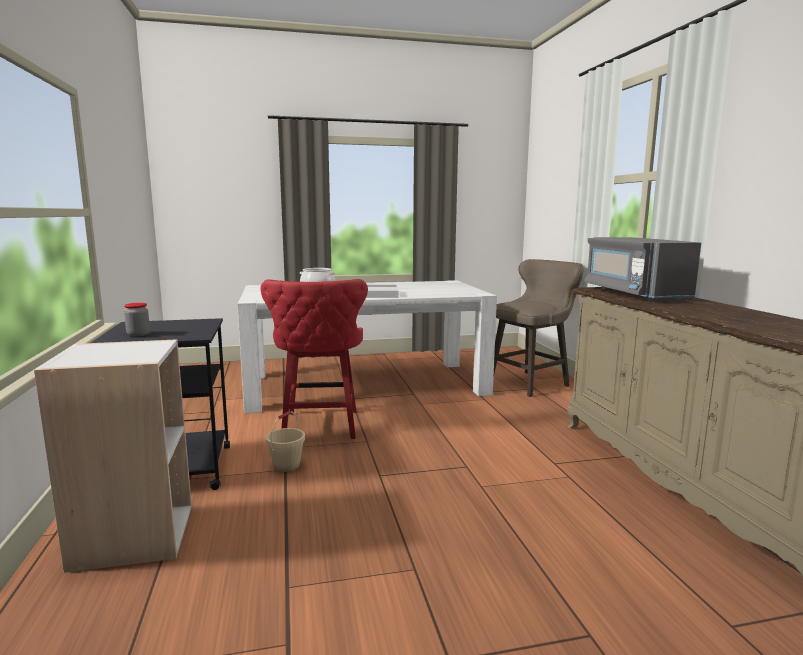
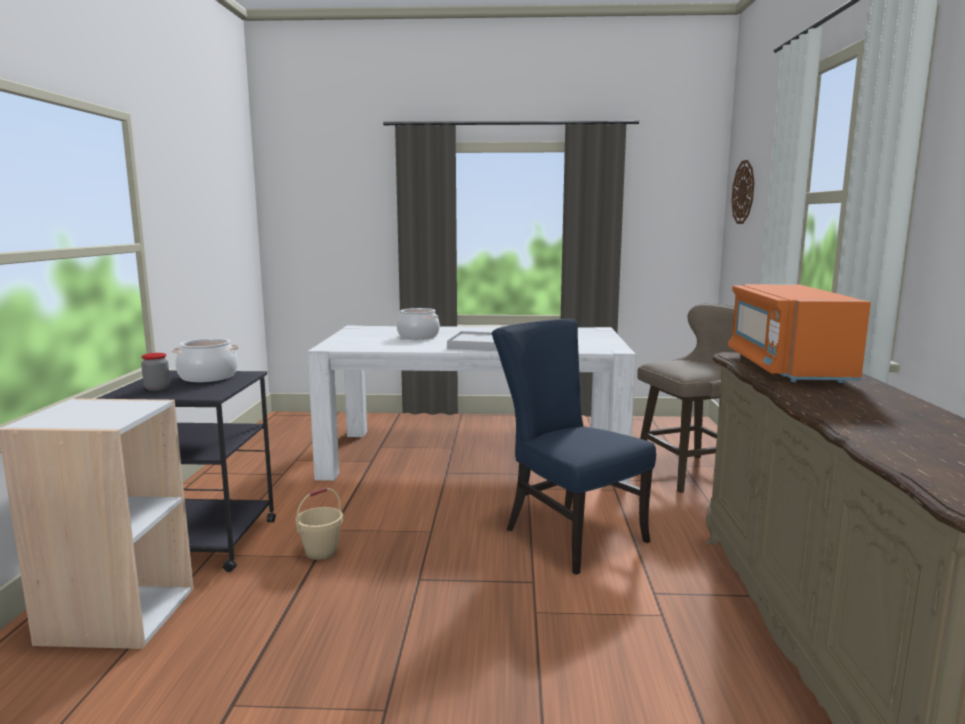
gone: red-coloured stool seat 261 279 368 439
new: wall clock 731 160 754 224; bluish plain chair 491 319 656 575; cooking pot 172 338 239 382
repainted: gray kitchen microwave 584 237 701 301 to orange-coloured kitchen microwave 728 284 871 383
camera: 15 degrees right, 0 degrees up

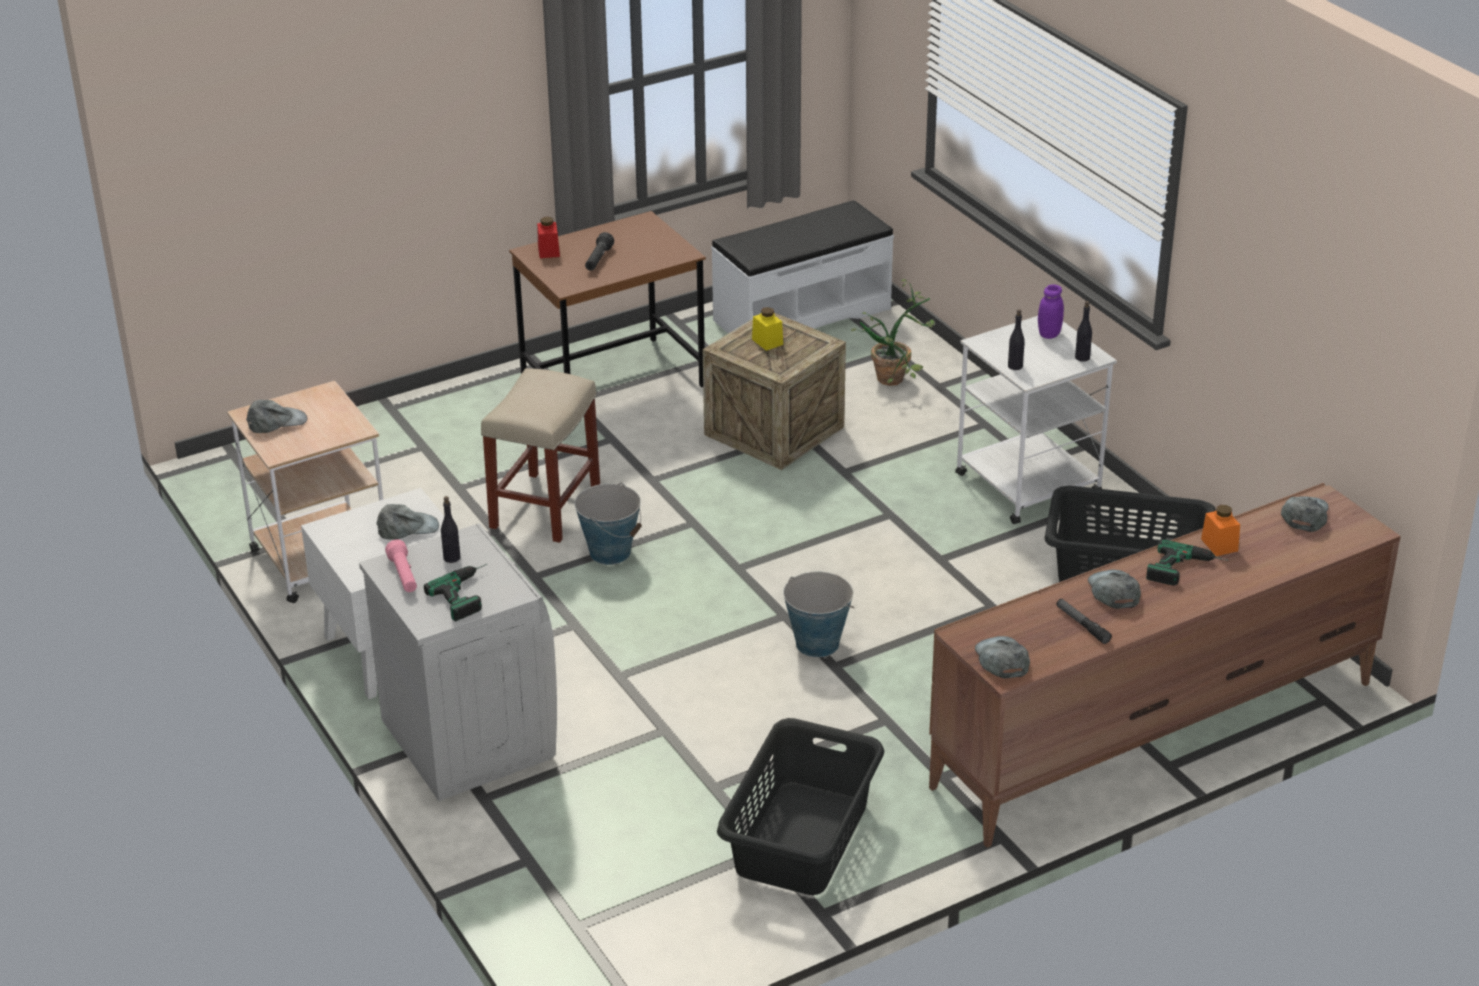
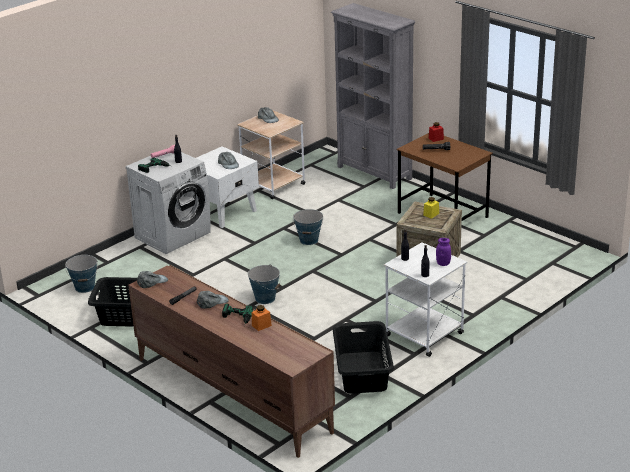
gone: white indoor bench 711 200 894 333; plant in a pot 851 279 935 386; beige-coloured stool seat 481 368 600 543; gray baseball cap 1281 496 1328 532
new: gray bookshelf 331 3 415 189; bucket 65 255 98 293
camera: 75 degrees right, 5 degrees down

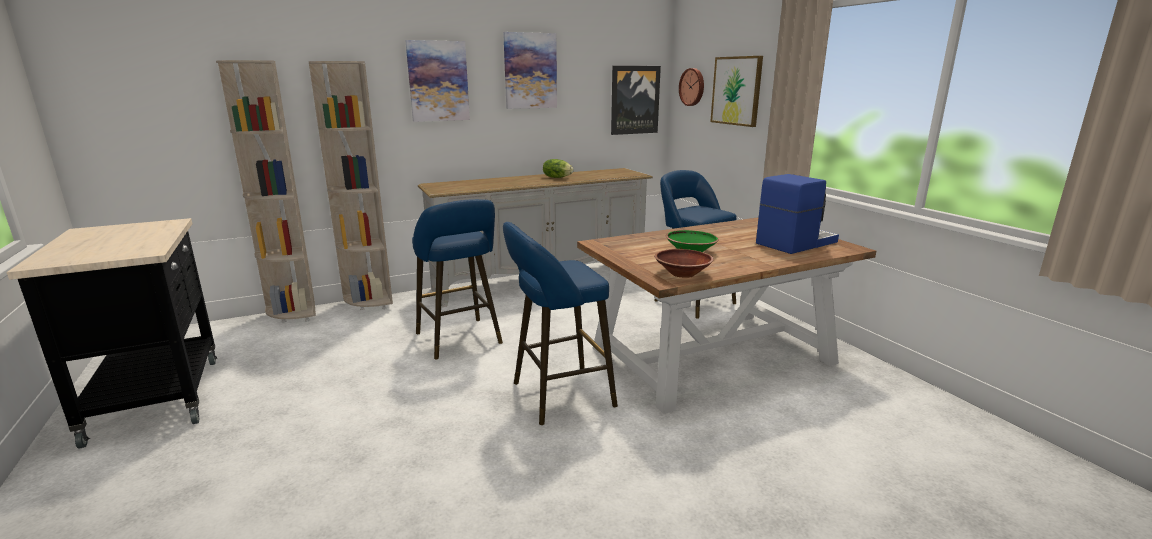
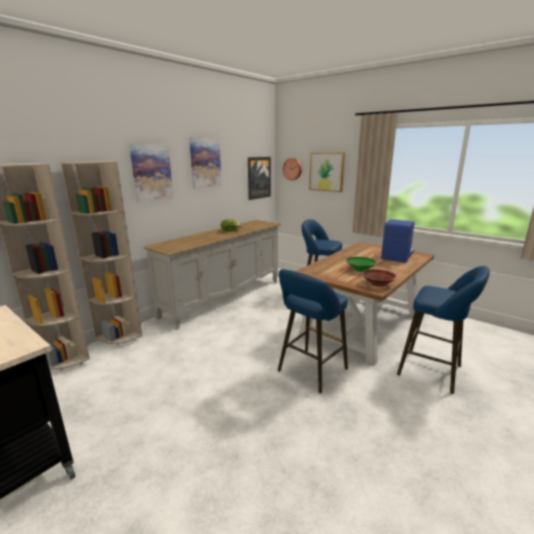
shifted: bluish stool seat 412 199 503 360 to 397 266 490 394
camera: 25 degrees left, 0 degrees up

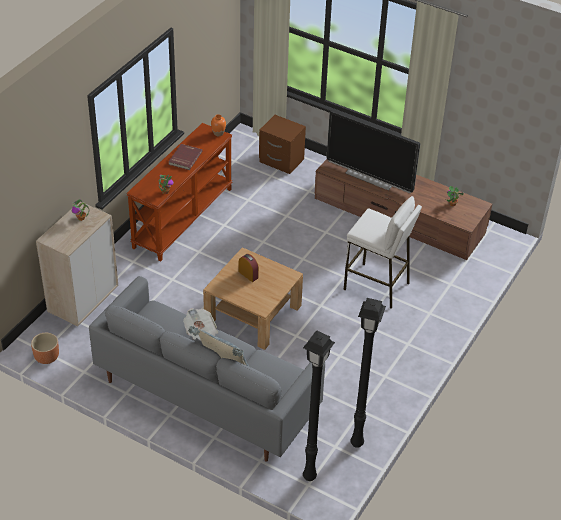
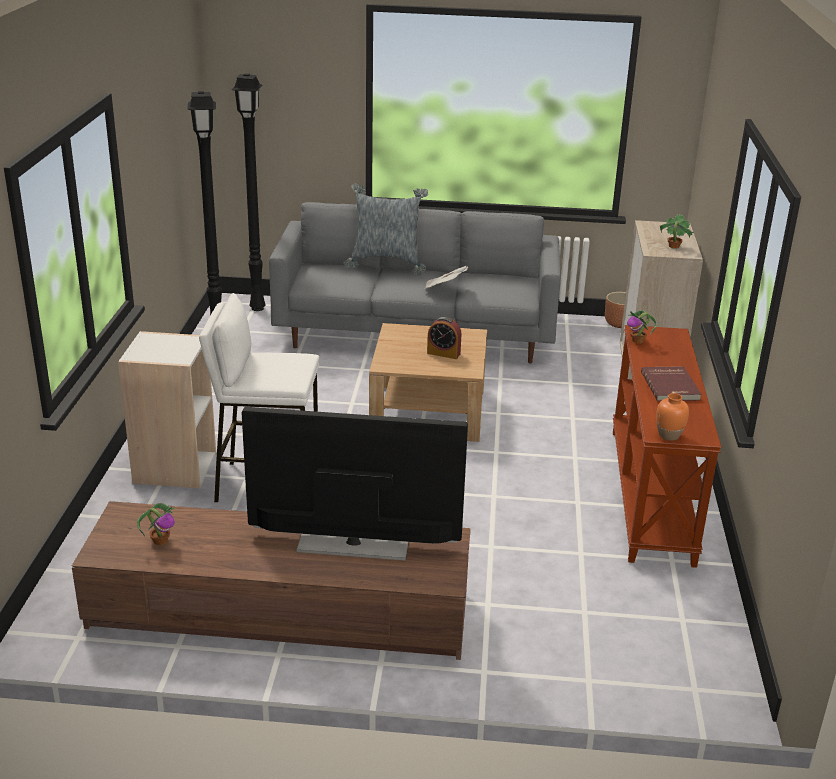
gone: brownish nightstand 259 115 306 174
new: bookshelf 118 331 216 489
camera: 155 degrees right, 15 degrees down

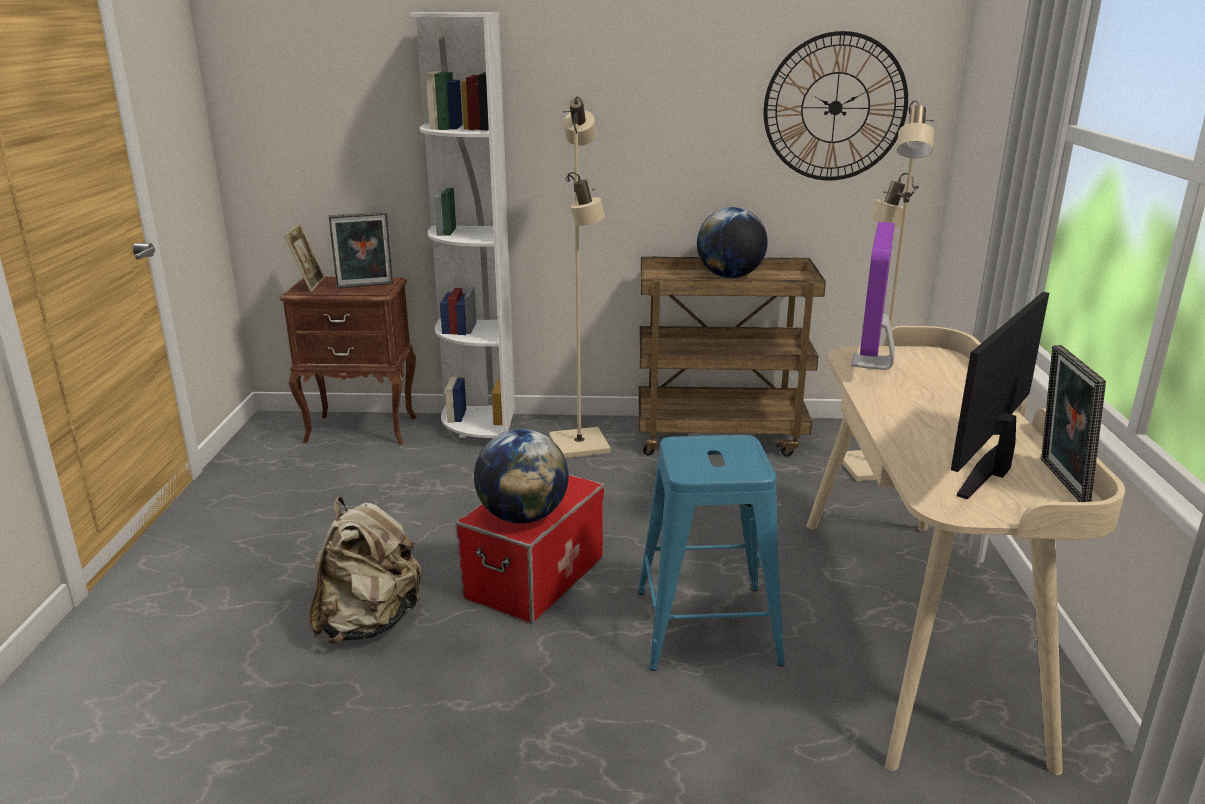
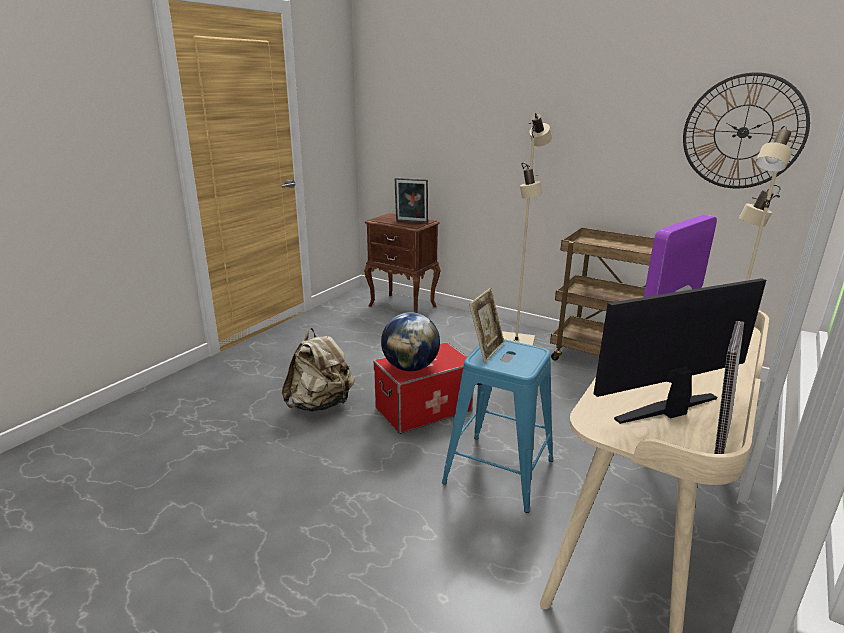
gone: white bookshelf 410 13 515 439; world globe 697 207 768 278
shifted: picture frame 284 224 325 292 to 469 288 505 362
camera: 30 degrees right, 0 degrees up

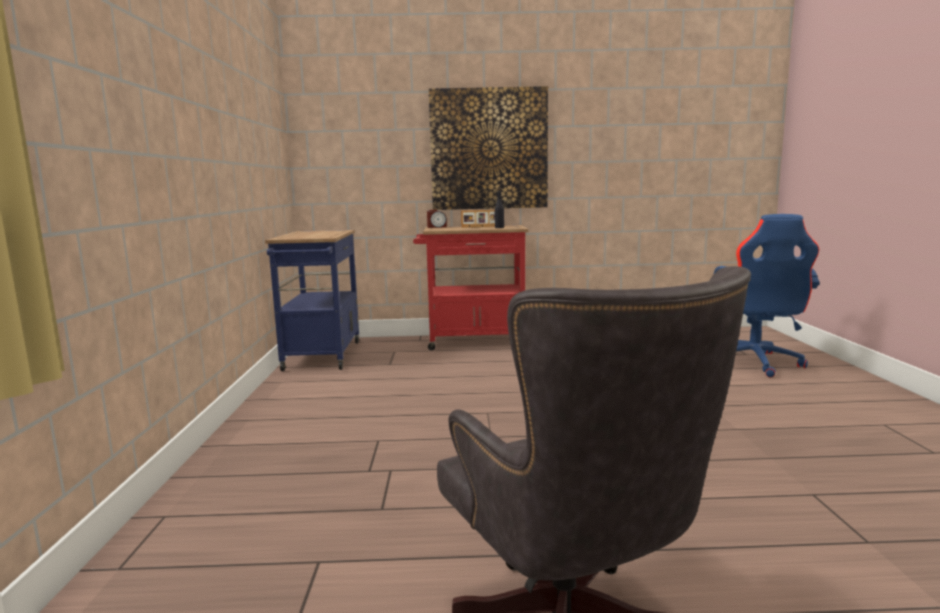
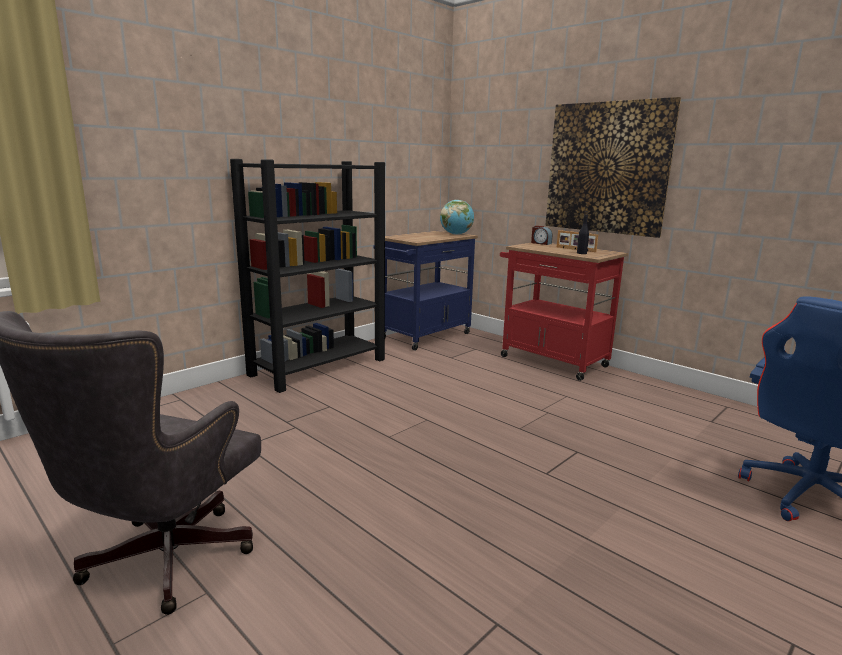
new: black bookshelf 230 159 385 393; world globe 440 200 474 235
camera: 45 degrees right, 5 degrees up

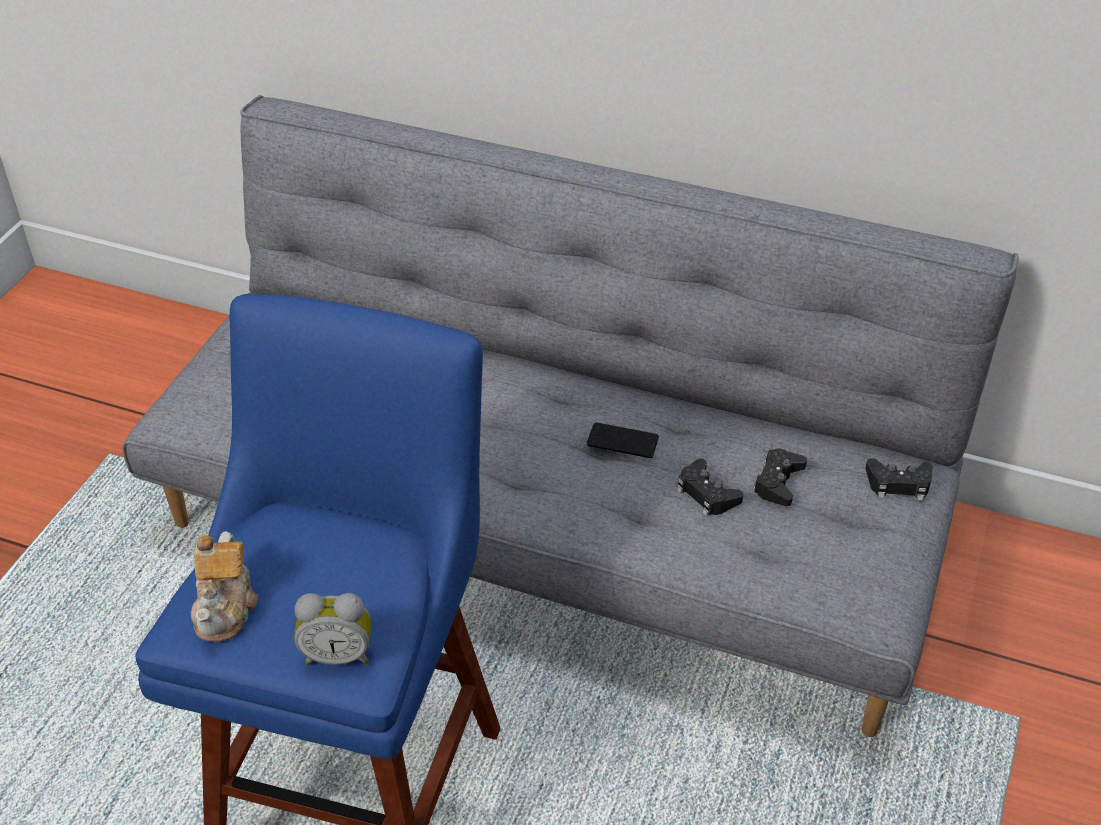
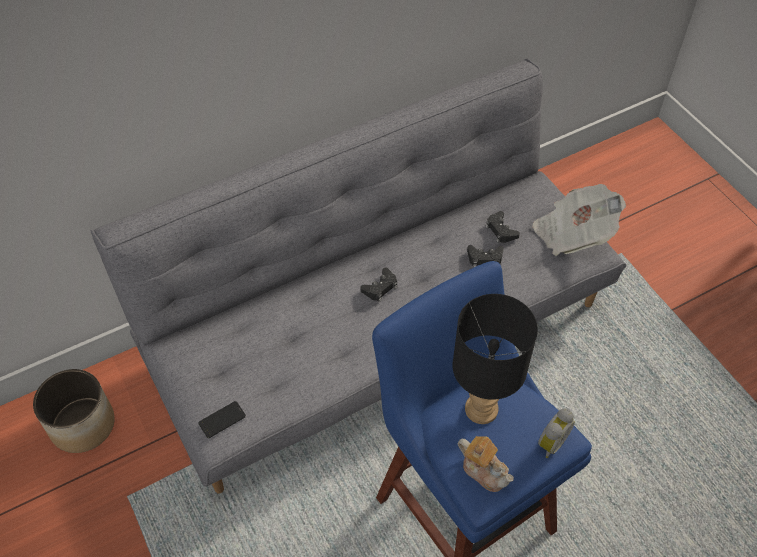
new: printed paper 532 184 626 256; black tabletop lamp 452 294 538 424; flower pot 33 369 115 453
shifted: handset 587 423 659 458 to 198 401 246 438; black game controller 865 458 933 501 to 360 267 398 302
camera: 50 degrees left, 10 degrees up

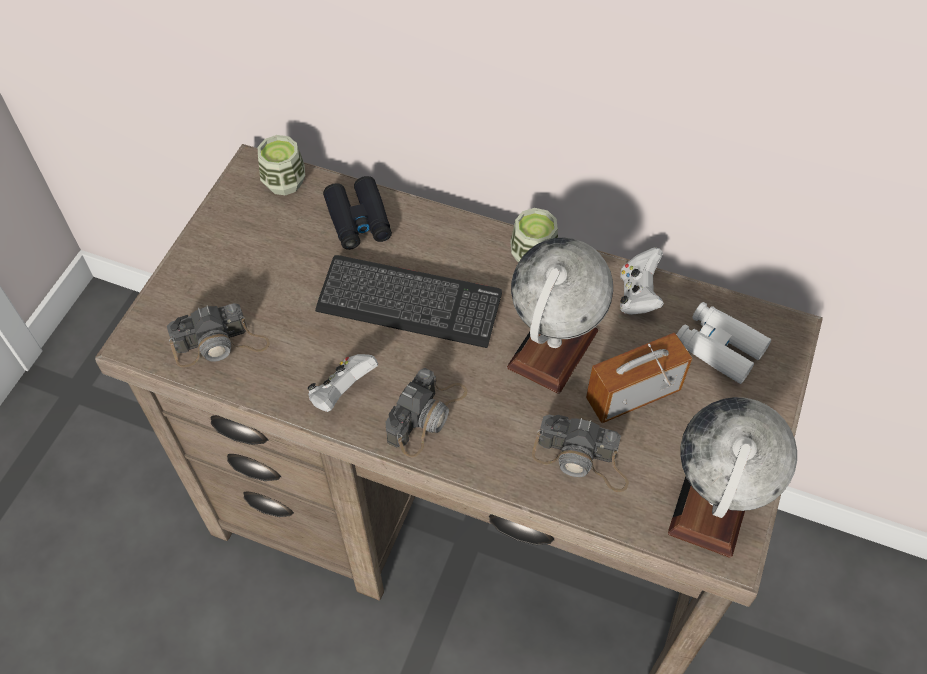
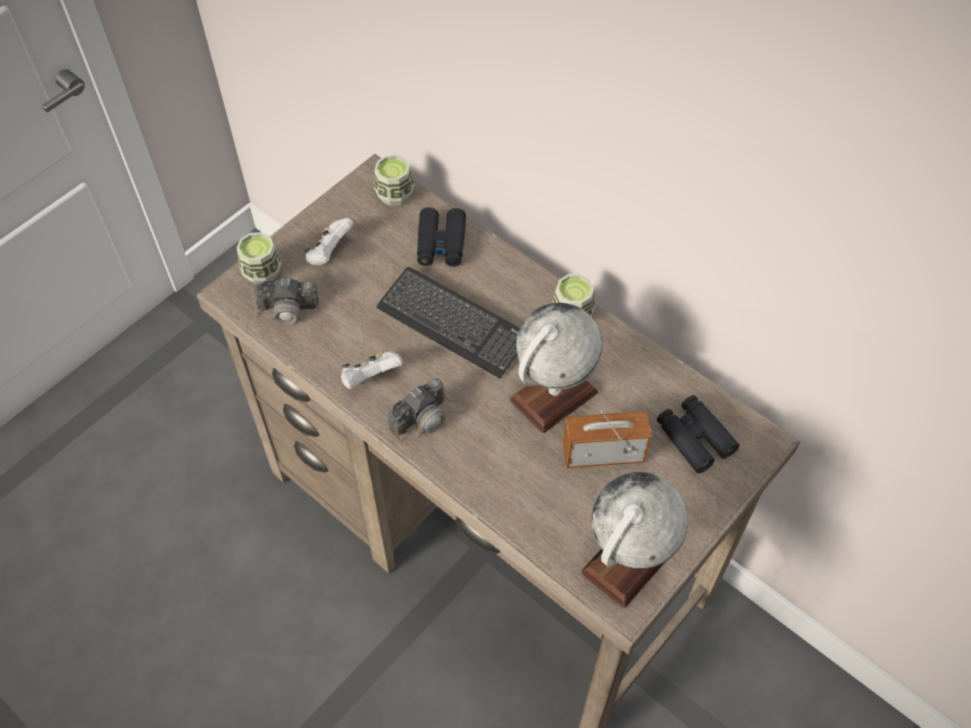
gone: photo camera 532 415 629 492
new: small cup 237 232 282 284
shifted: white game controller 620 247 664 315 to 304 218 354 266
repainted: white pair of binoculars 676 302 771 384 to black pair of binoculars 657 395 739 473
camera: 20 degrees right, 0 degrees up

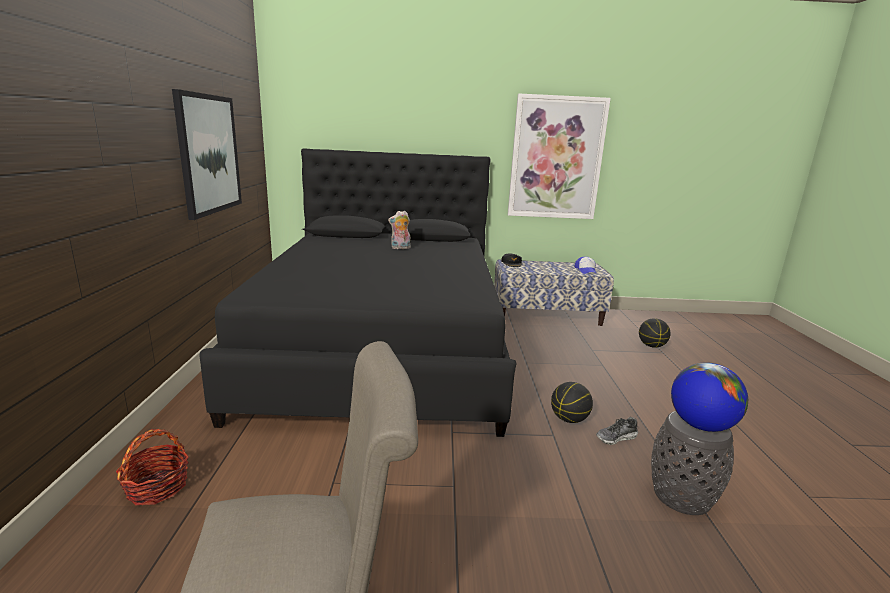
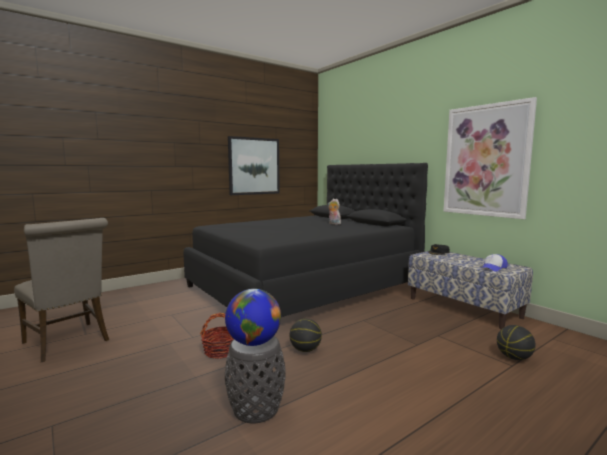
gone: low shoe 596 417 638 445
shifted: basket 116 429 189 505 to 200 313 234 359
camera: 55 degrees right, 10 degrees down

